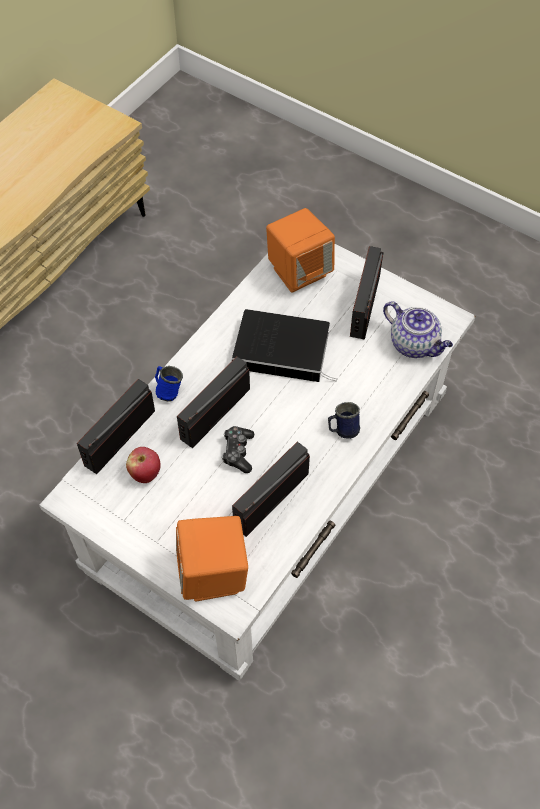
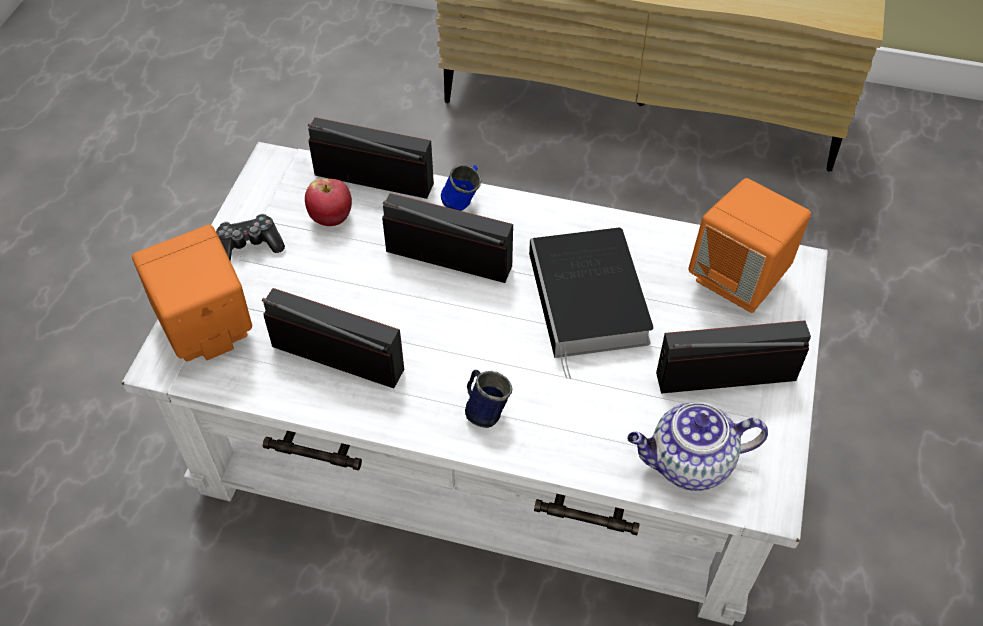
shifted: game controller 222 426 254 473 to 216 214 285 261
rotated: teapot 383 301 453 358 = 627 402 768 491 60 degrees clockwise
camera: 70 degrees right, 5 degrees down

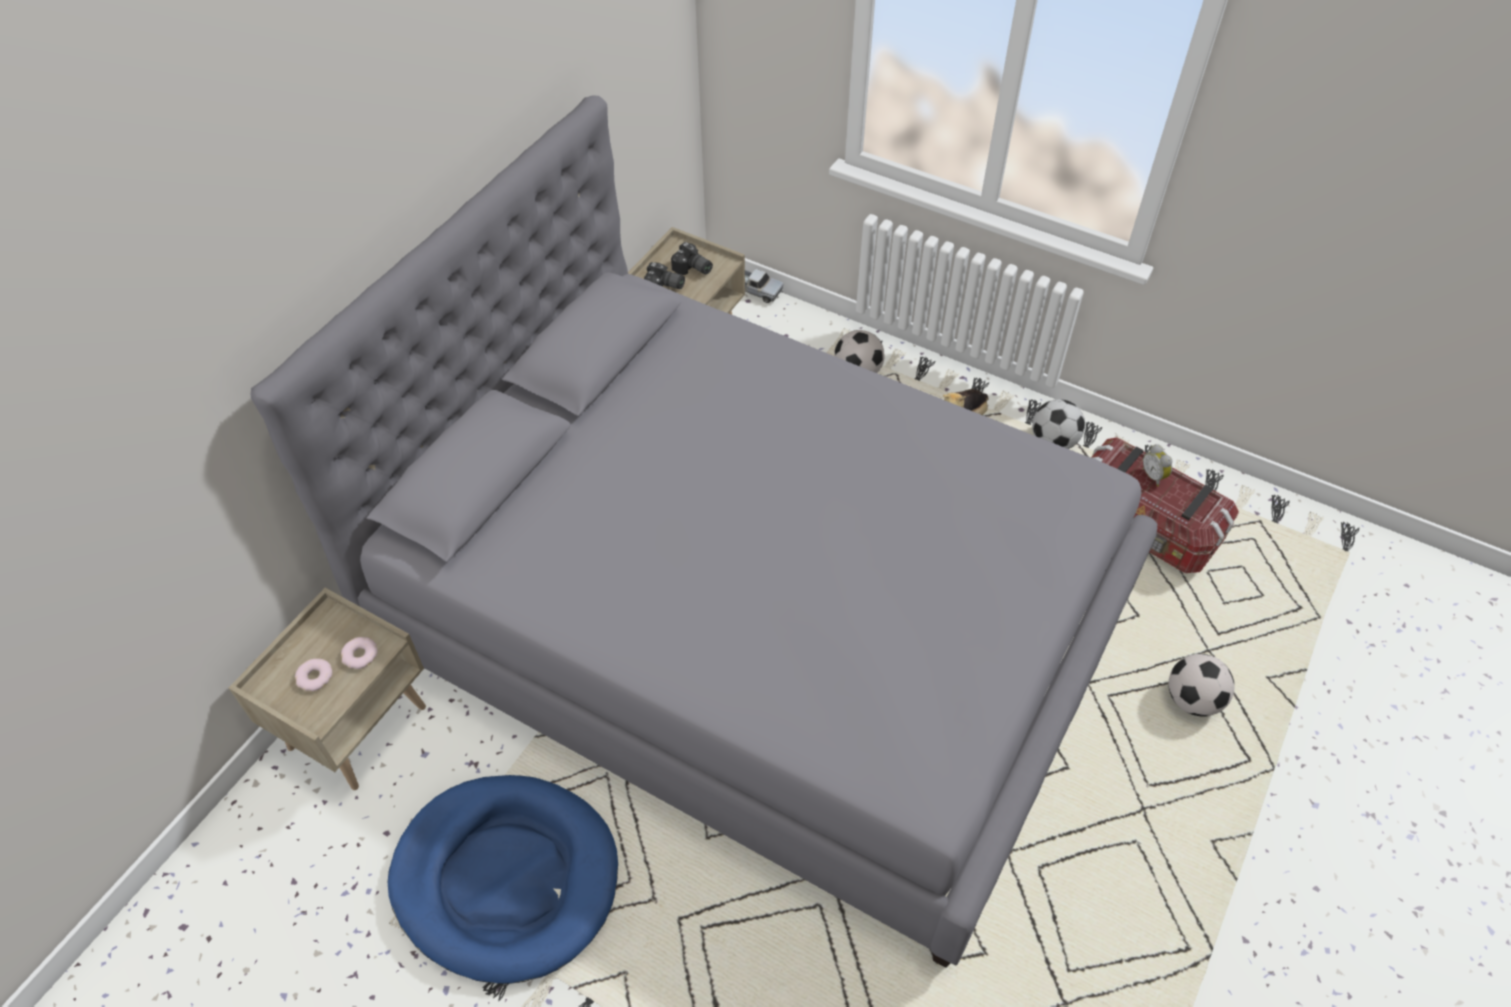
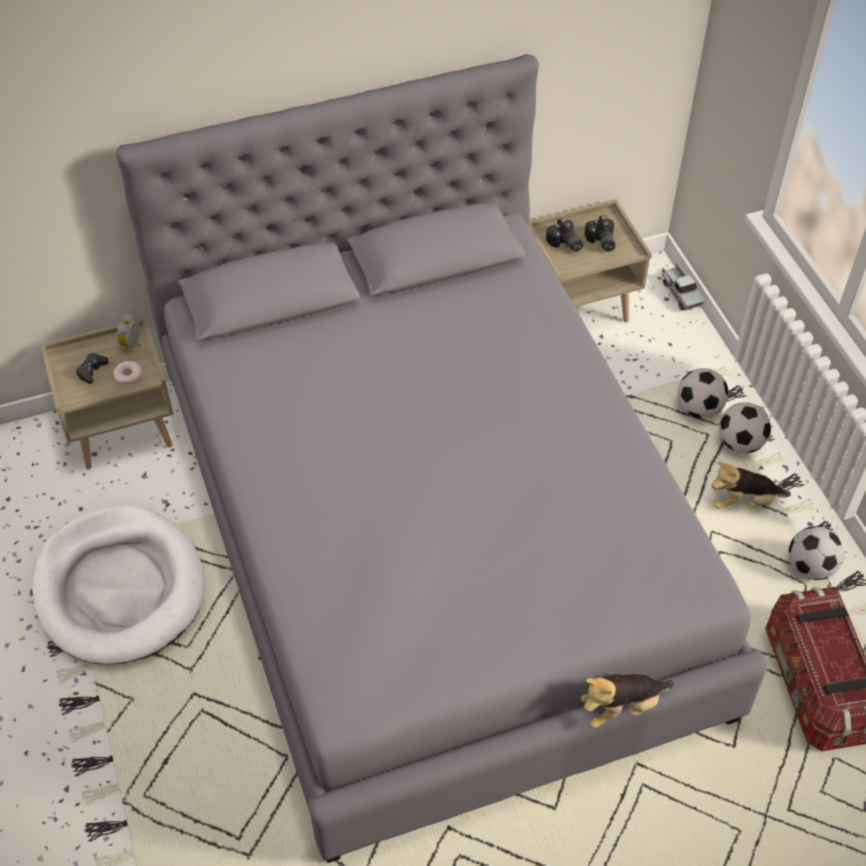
new: plush toy 581 674 674 728
shifted: bedside clock 1142 444 1172 487 to 117 313 141 352; ball for football 1168 654 1235 717 to 719 402 771 453
swapped: donut 295 658 332 691 to black game controller 76 353 109 384
repainted: bluish dog cushion 388 775 618 984 to white dog cushion 32 506 205 665
camera: 40 degrees right, 0 degrees up

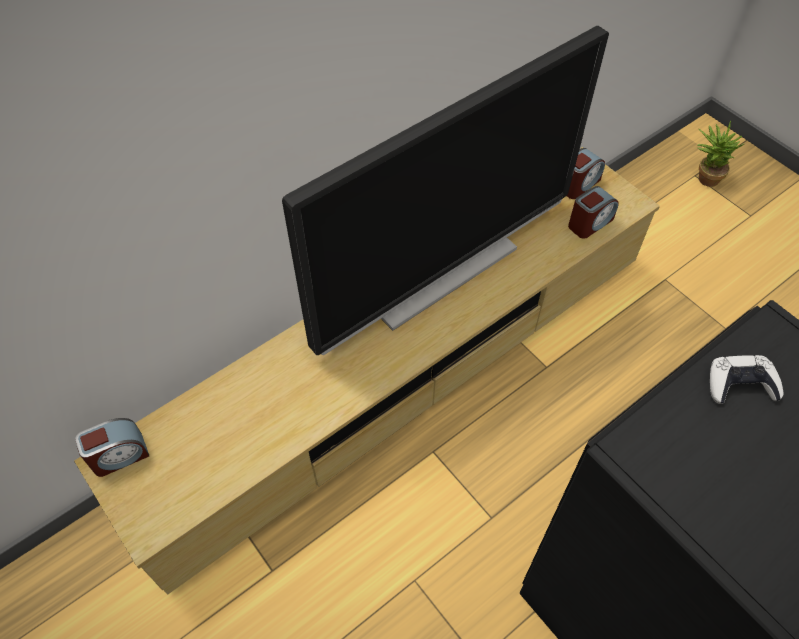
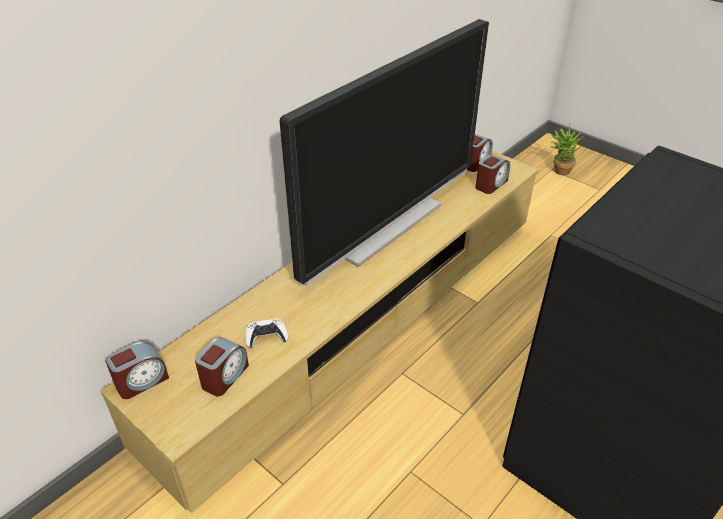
new: bedside clock 195 337 249 396
shifted: white game controller 710 355 784 404 to 245 319 288 349
camera: 10 degrees left, 15 degrees down

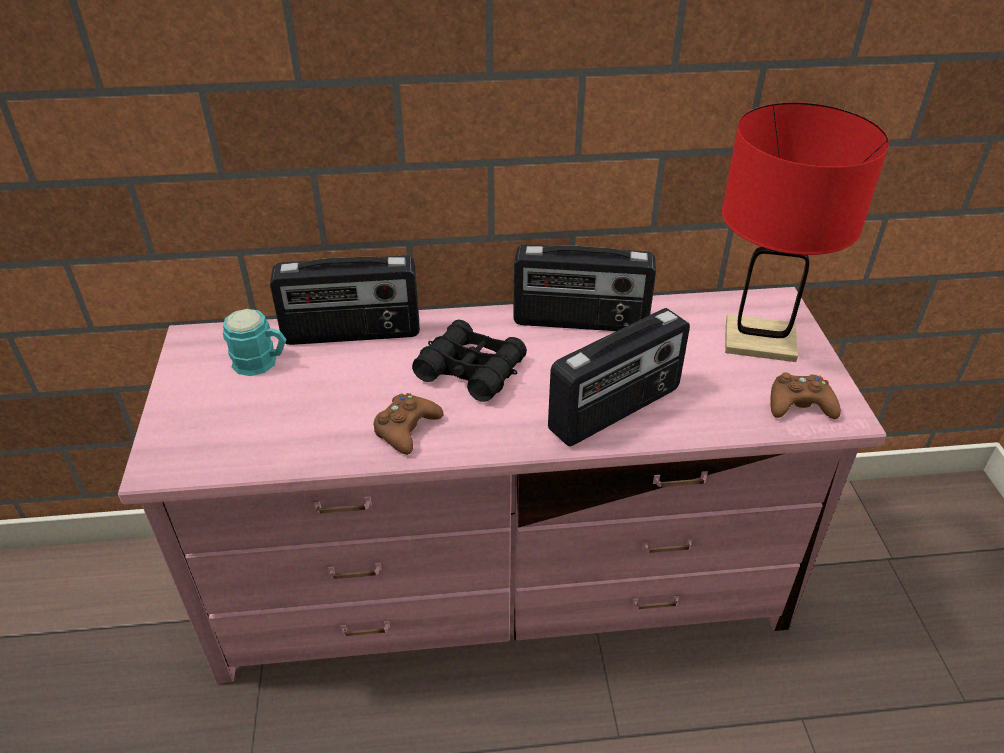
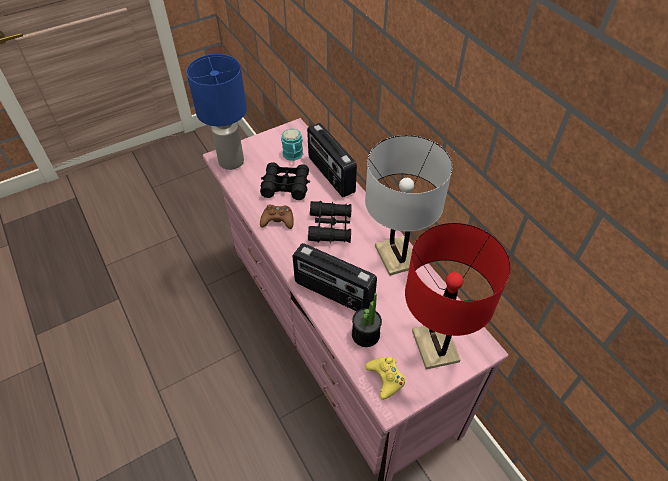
new: bluish tabletop lamp 186 54 247 170; black pair of binoculars 260 162 310 200; plant in a pot 352 293 382 347
swapped: radio receiver 513 244 656 331 to white tabletop lamp 365 135 453 276
repainted: brownish game controller 770 372 841 419 to yellowish game controller 365 357 405 400
camera: 65 degrees right, 10 degrees up

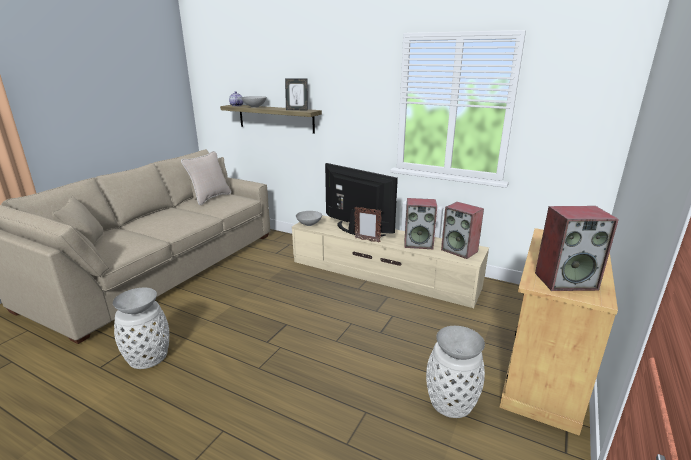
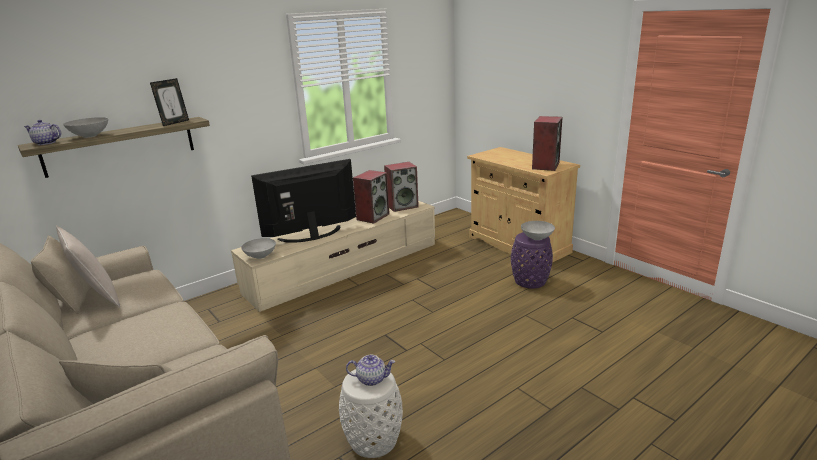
gone: picture frame 354 207 382 243
swapped: gray bowl 113 288 157 314 to teapot 346 355 395 386
repainted: white stool seat 426 342 485 418 to purple-coloured stool seat 511 232 553 289
camera: 65 degrees left, 0 degrees up

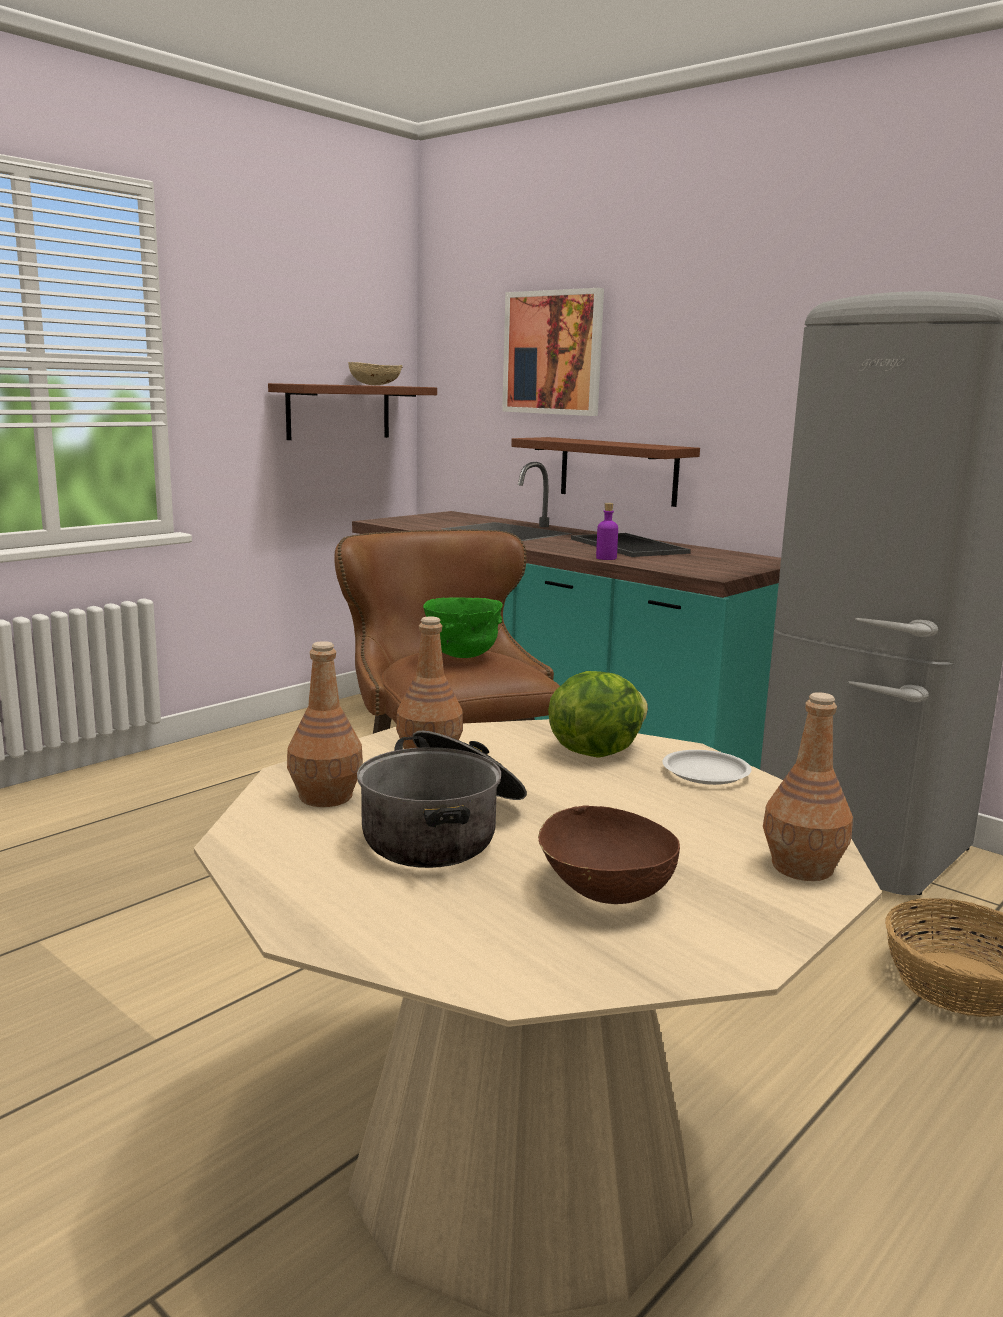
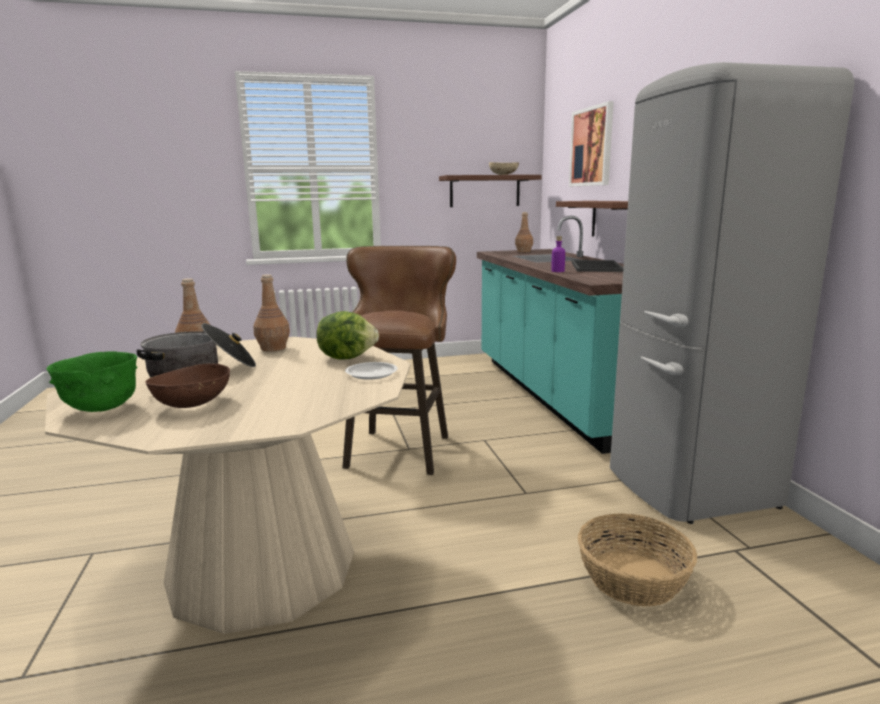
shifted: greenish bowl 423 597 503 658 to 46 351 138 412; brownish drink bottle 763 692 853 881 to 515 212 533 253
camera: 35 degrees right, 0 degrees up

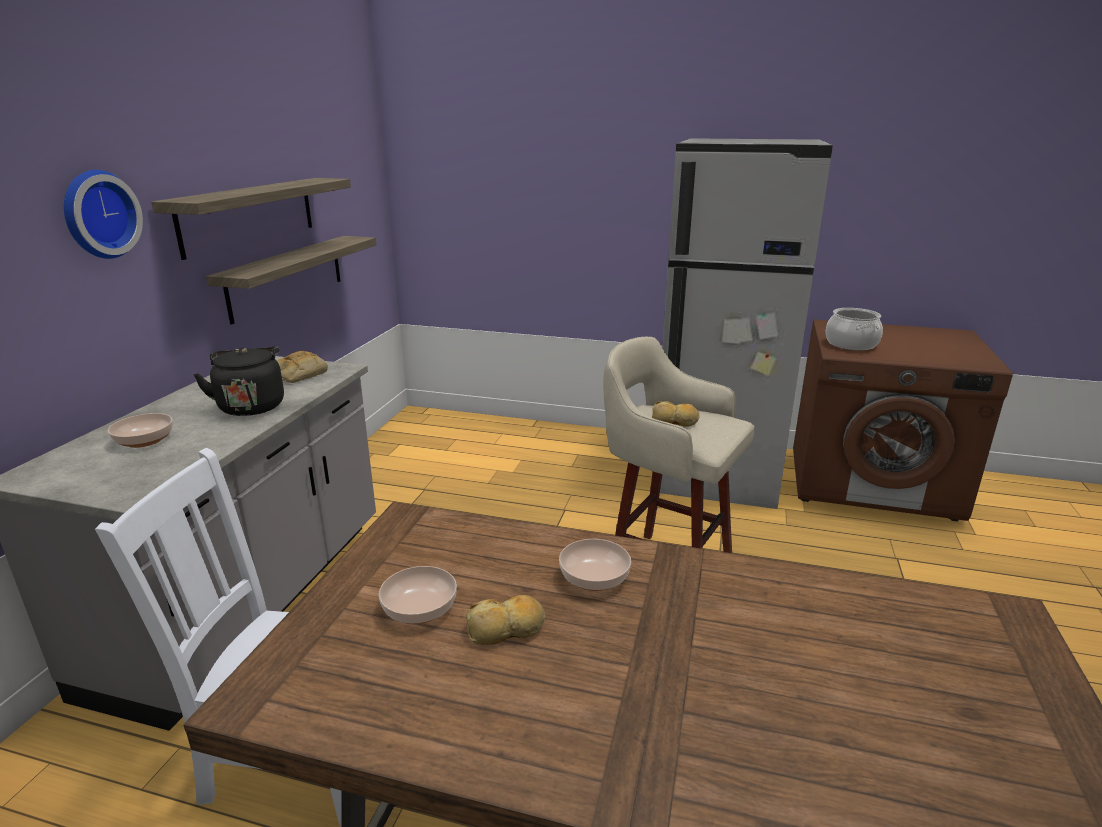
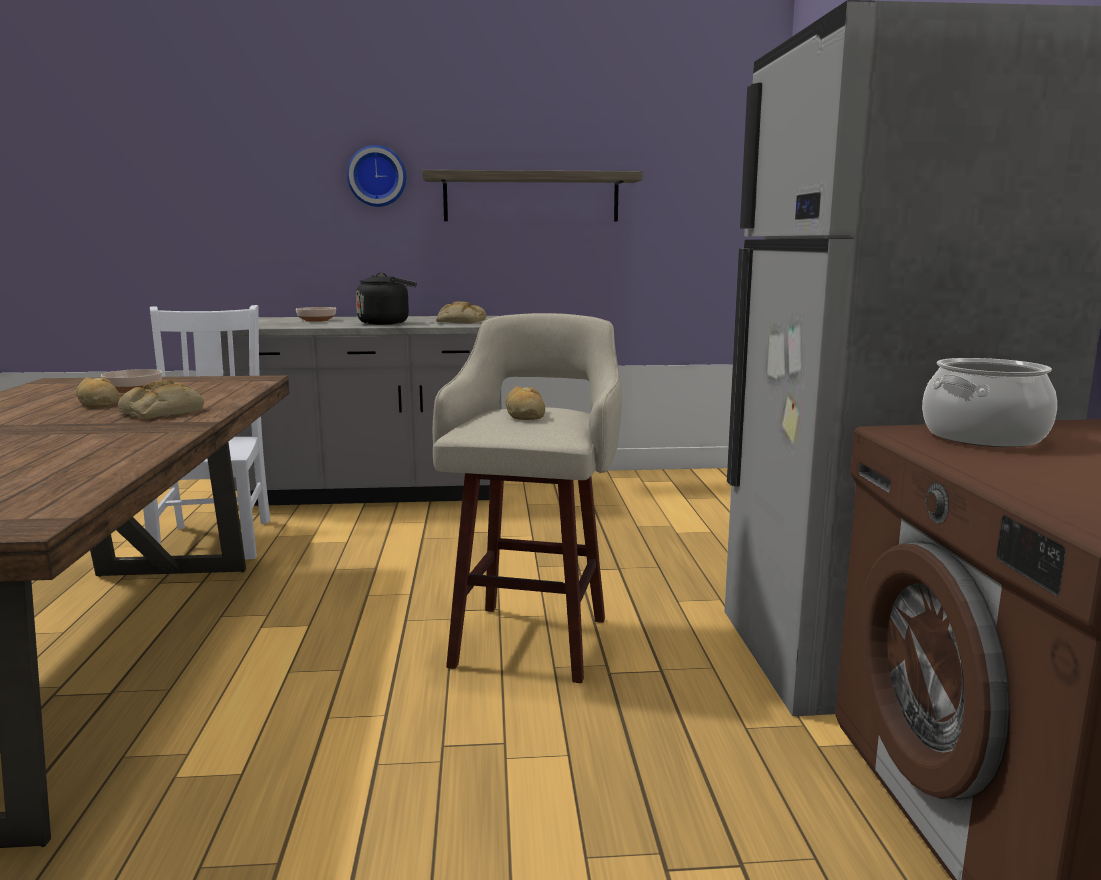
gone: shelf 206 236 376 325
swapped: bowl 559 539 631 591 to baked bread 118 379 204 418
camera: 70 degrees right, 10 degrees down

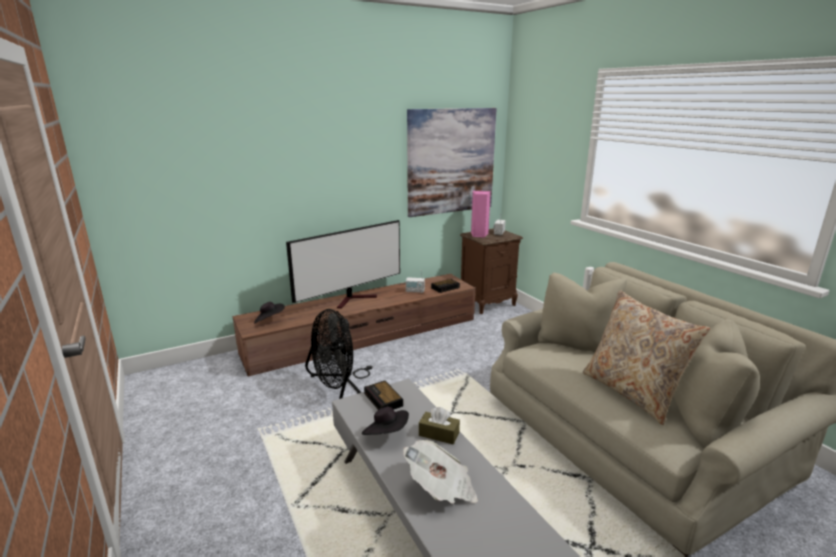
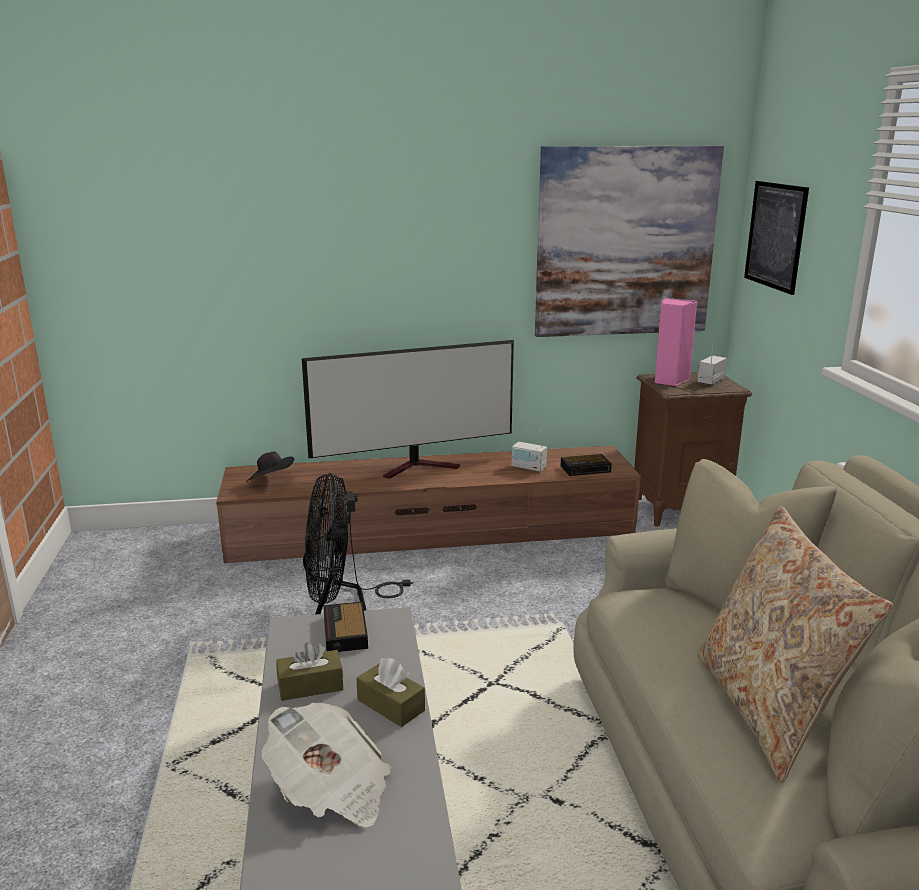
new: picture 744 181 809 295
swapped: black wearable hat 362 407 409 435 to brownish tissue holder 276 642 343 701
camera: 20 degrees right, 0 degrees up

